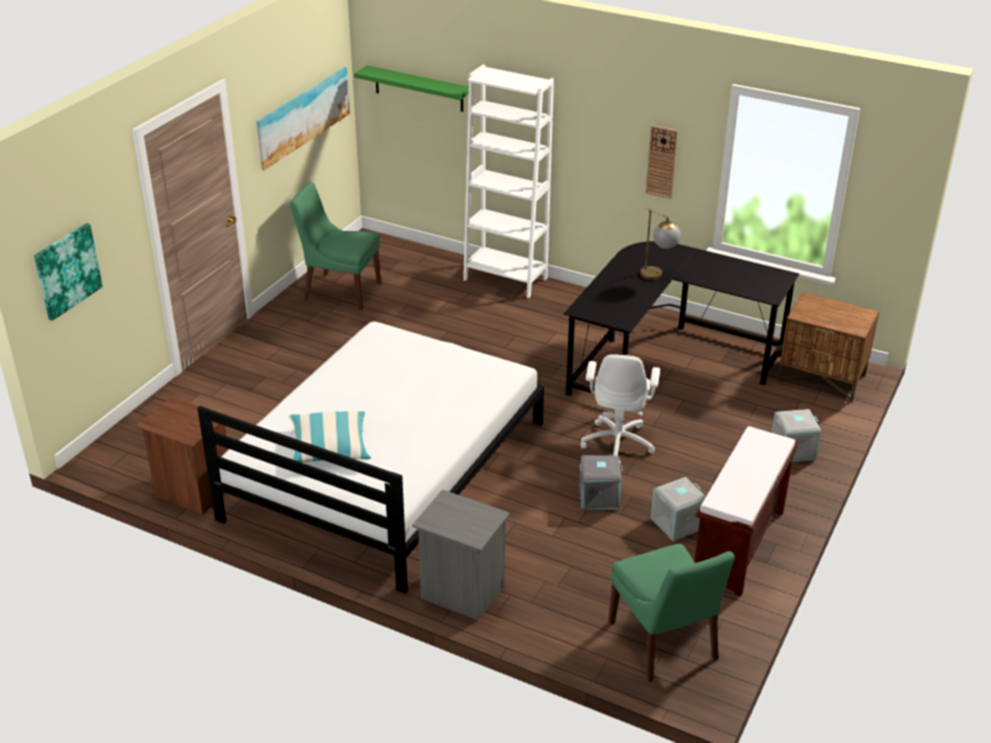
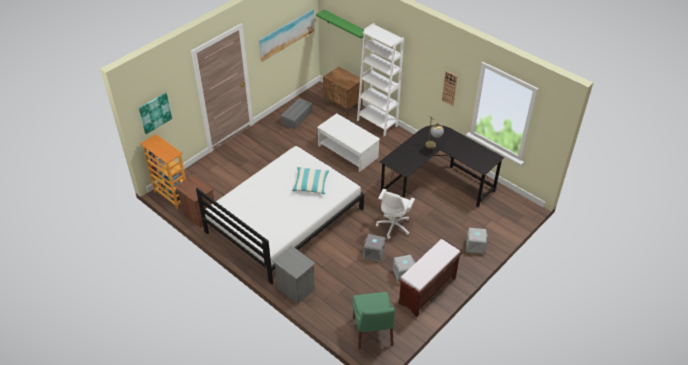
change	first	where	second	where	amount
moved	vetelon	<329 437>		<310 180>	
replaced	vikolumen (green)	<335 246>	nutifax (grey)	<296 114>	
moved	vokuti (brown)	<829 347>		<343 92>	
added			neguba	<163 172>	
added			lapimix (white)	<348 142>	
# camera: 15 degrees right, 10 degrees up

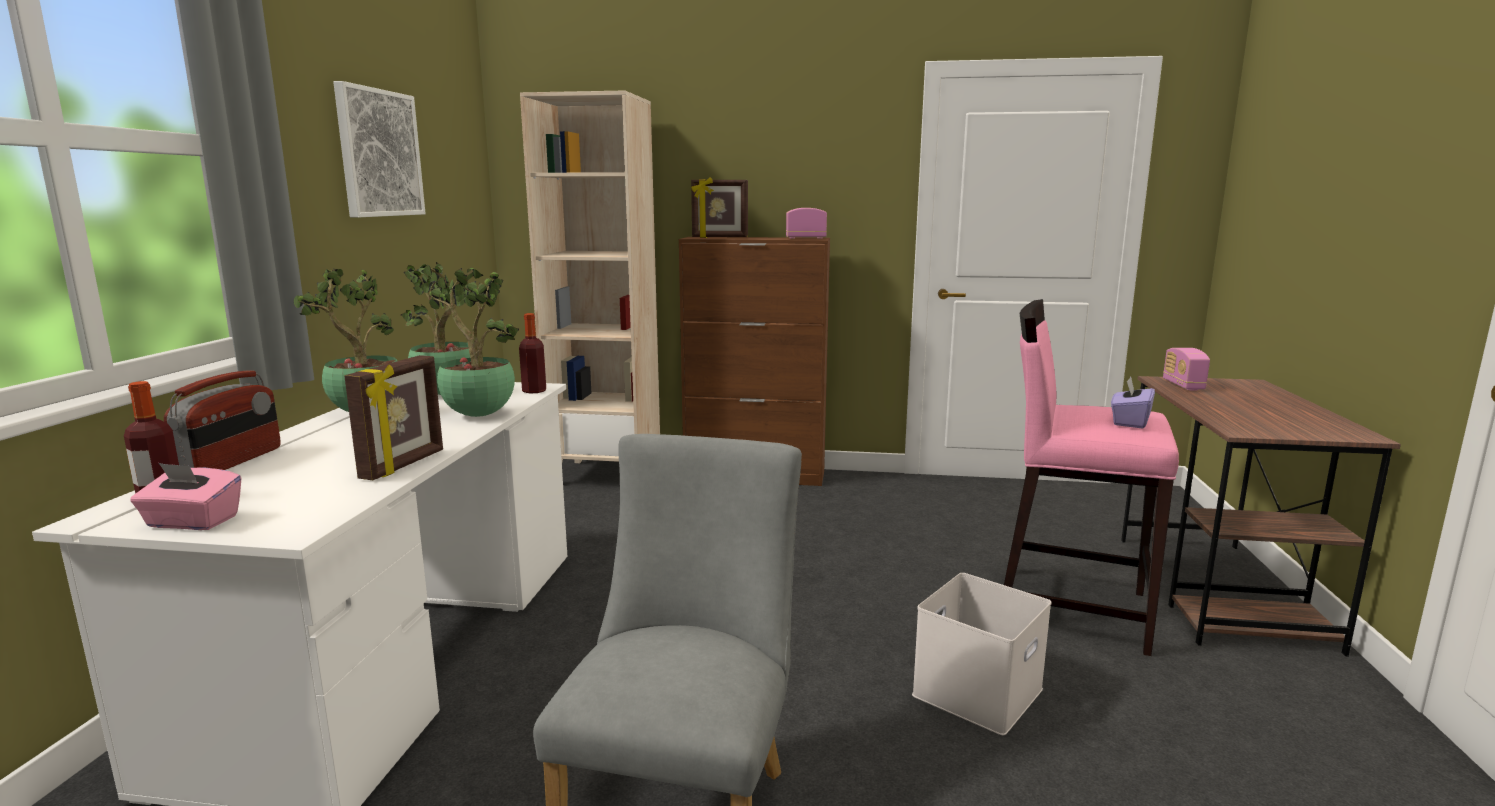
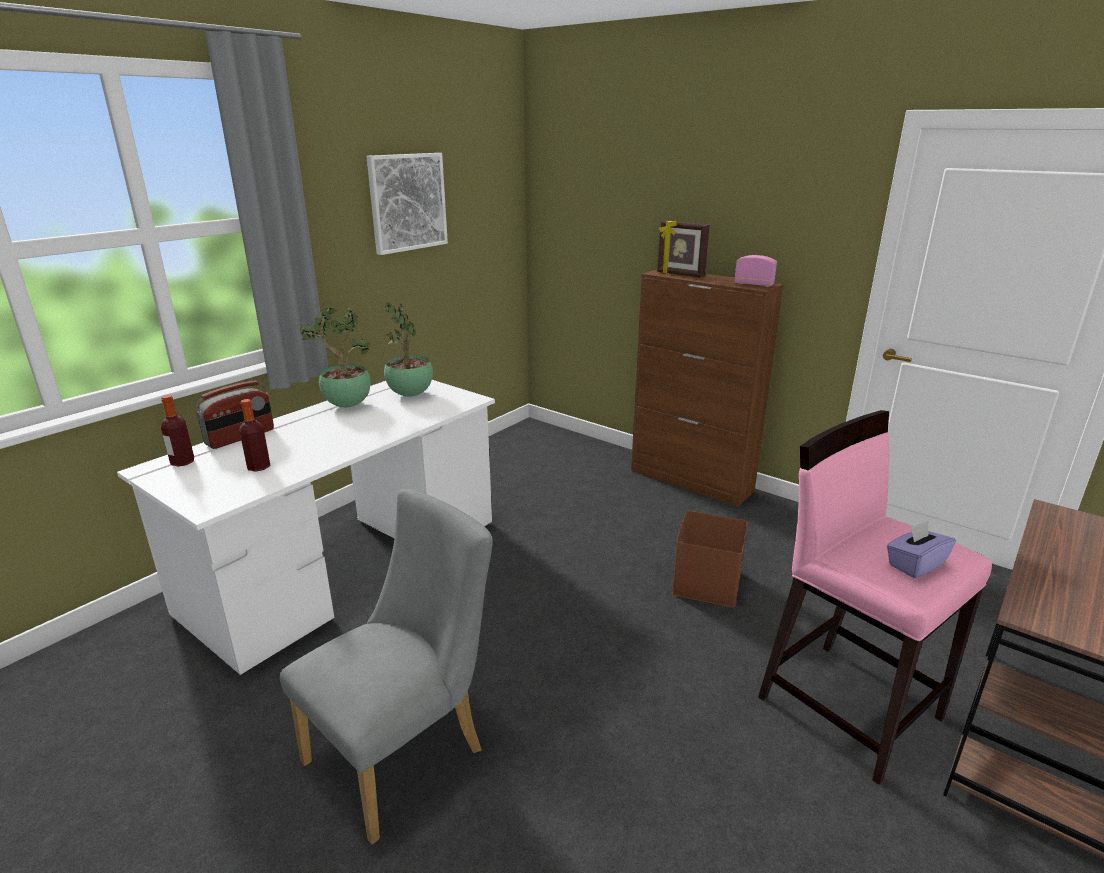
change	first	where	second	where	amount
removed	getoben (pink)	<185 496>			
removed	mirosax	<394 417>			
removed	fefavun	<473 342>			
moved	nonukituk	<532 353>		<254 435>	
removed	neguba (beige)	<590 276>			
removed	nutifax (white)	<982 654>			
removed	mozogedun	<1186 369>			
added			nutifax (brown)	<710 559>	
# camera: 30 degrees right, 10 degrees up

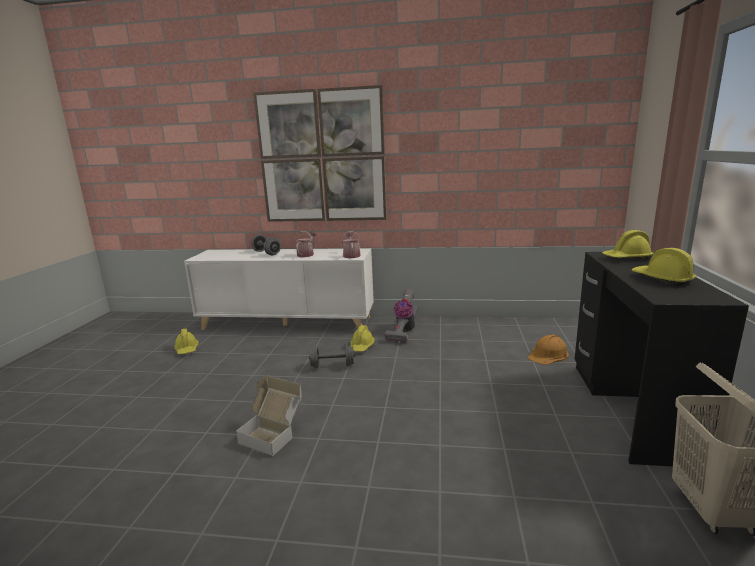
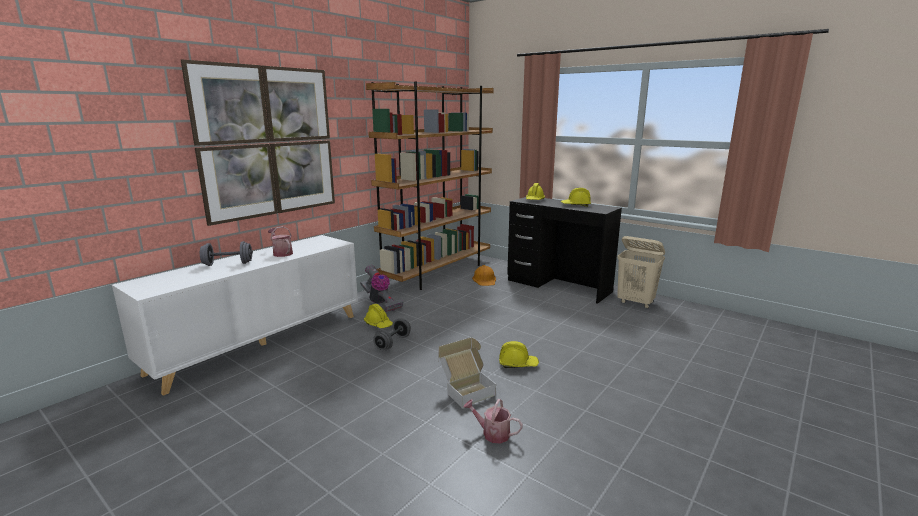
change	first	where	second	where	amount
moved	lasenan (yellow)	<186 341>		<519 354>	
moved	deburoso	<351 244>		<493 421>	
added			neguba (brown)	<430 185>	
# camera: 60 degrees left, 0 degrees up

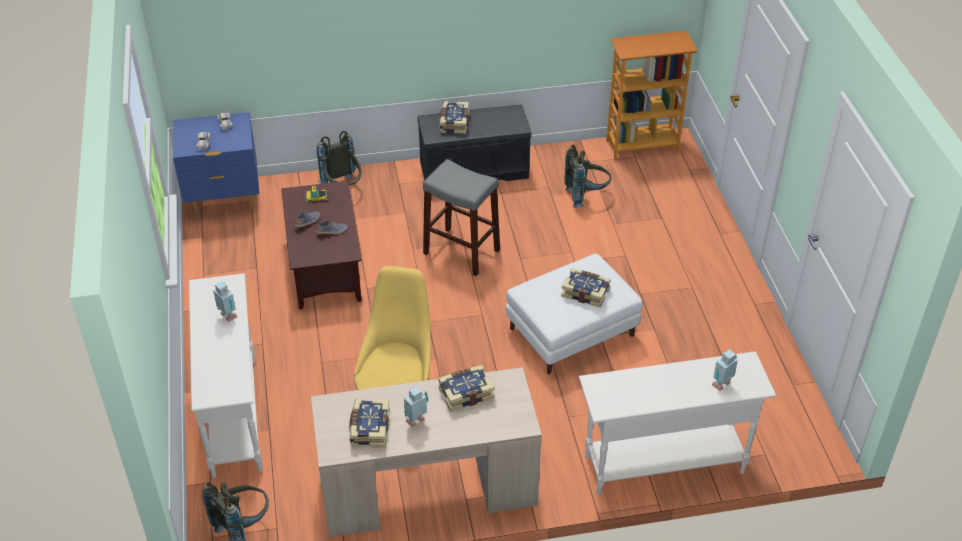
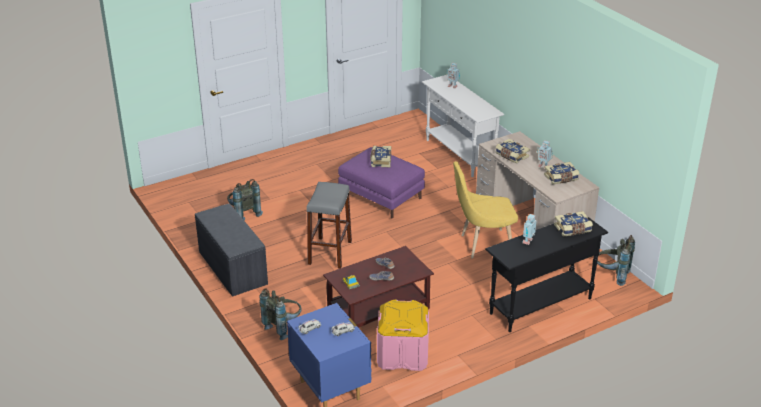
change	first	where	second	where	amount
recoloured	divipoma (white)	<226 375>	divipoma (black)	<546 274>	
moved	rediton	<454 117>		<573 223>	
recoloured	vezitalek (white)	<574 313>	vezitalek (purple)	<381 182>	
removed	neguba	<652 96>			
added			nutifax (pink)	<403 335>	
# camera: 110 degrees left, 10 degrees down

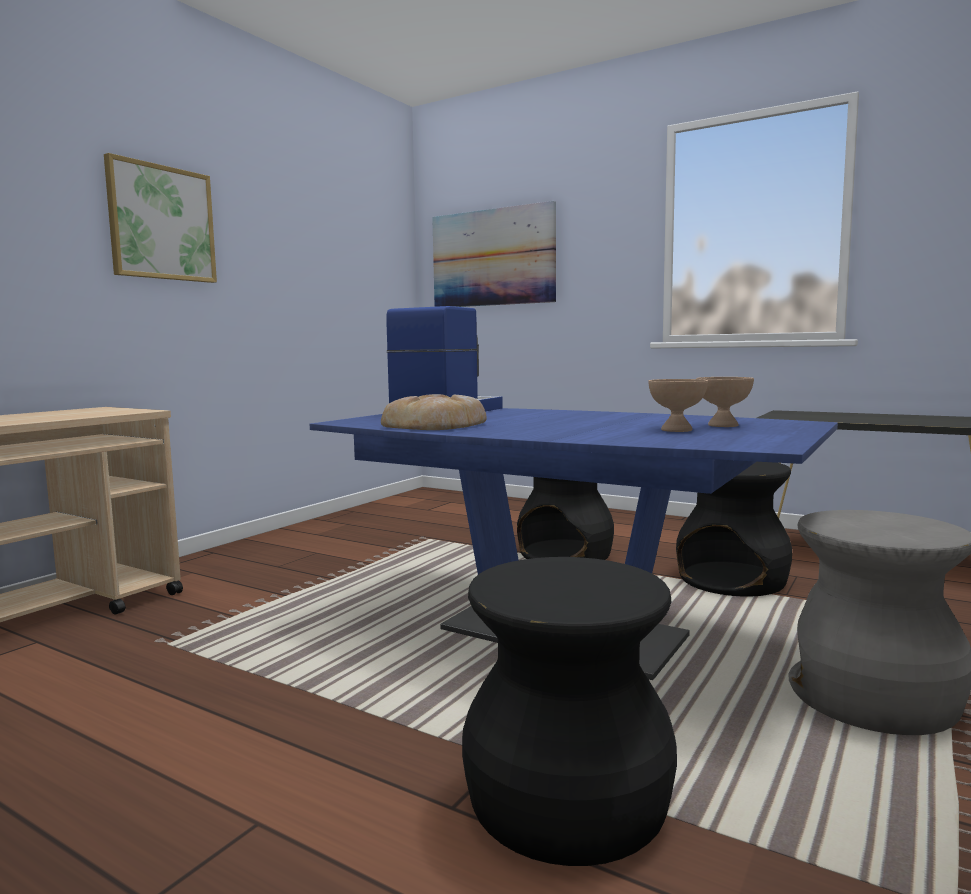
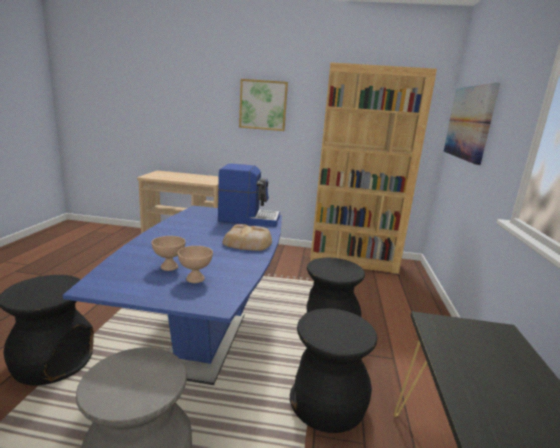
change	first	where	second	where	amount
moved	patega	<434 412>		<247 237>	
added			neguba (brown)	<373 168>	
# camera: 65 degrees right, 10 degrees up

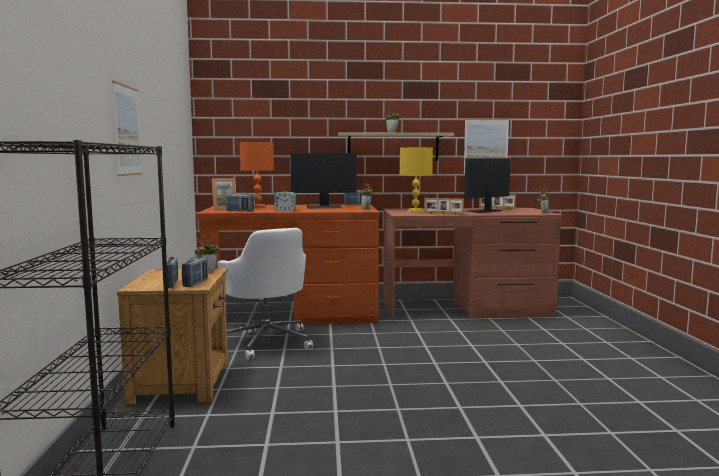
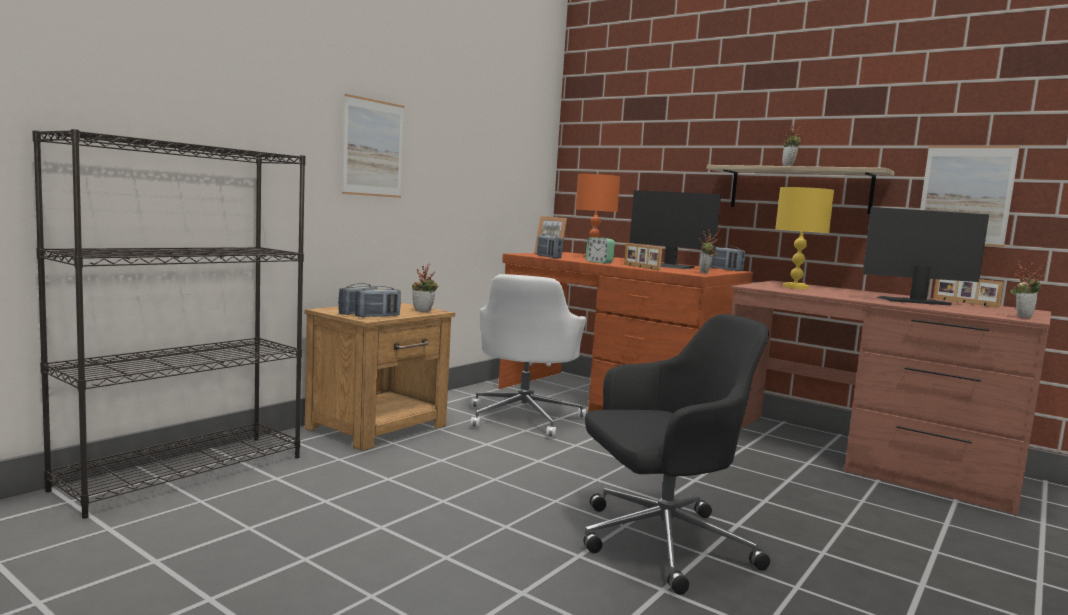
change	first	where	second	where	amount
moved	mirosax	<444 206>		<643 256>	
added			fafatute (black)	<676 454>	
# camera: 40 degrees right, 0 degrees up

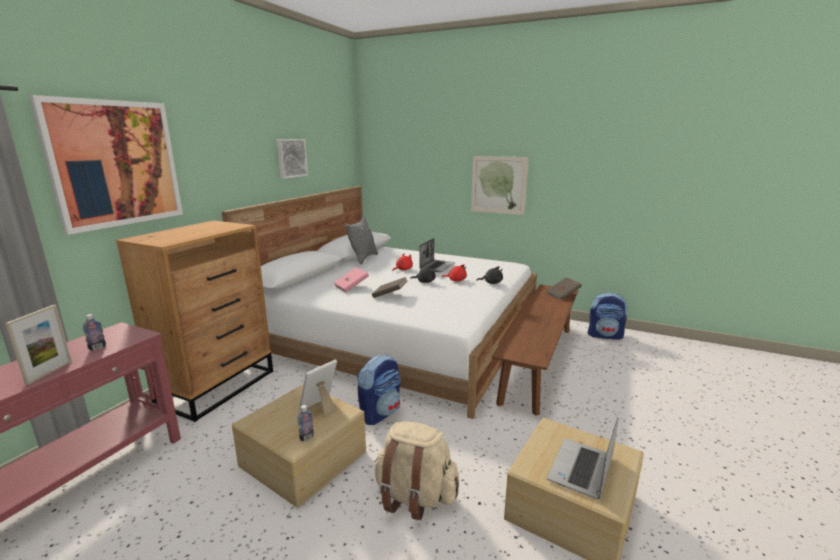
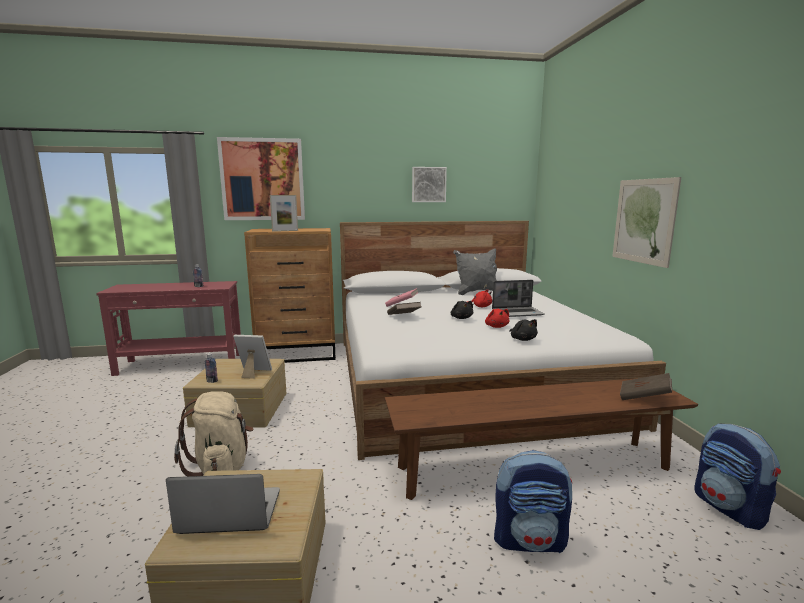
change	first	where	second	where	amount
moved	mirosax	<38 345>		<284 213>	
moved	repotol	<379 390>		<533 501>	
# camera: 55 degrees right, 5 degrees down

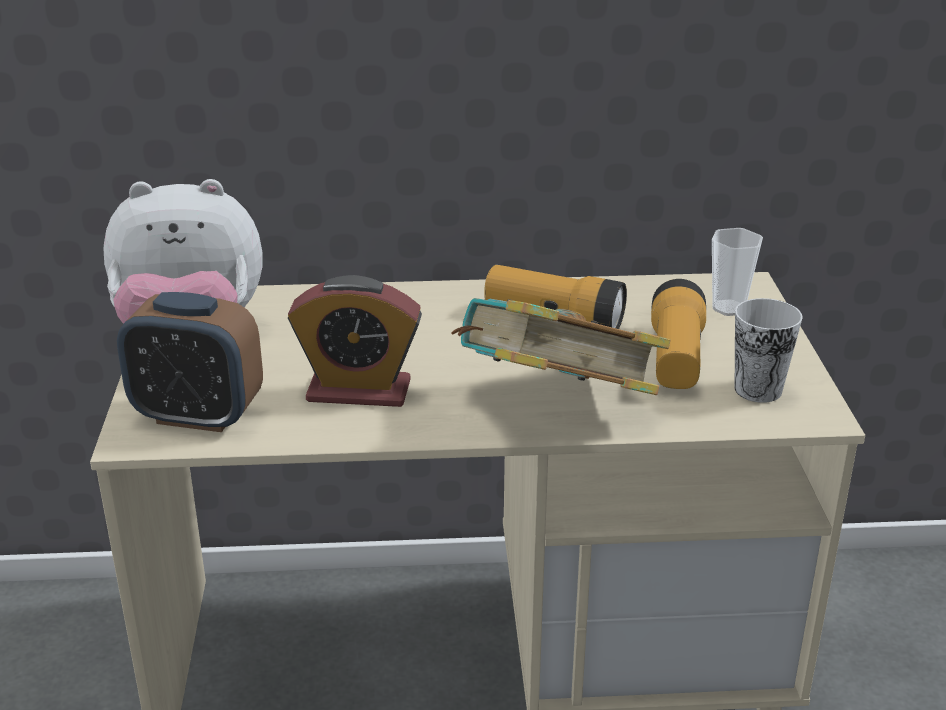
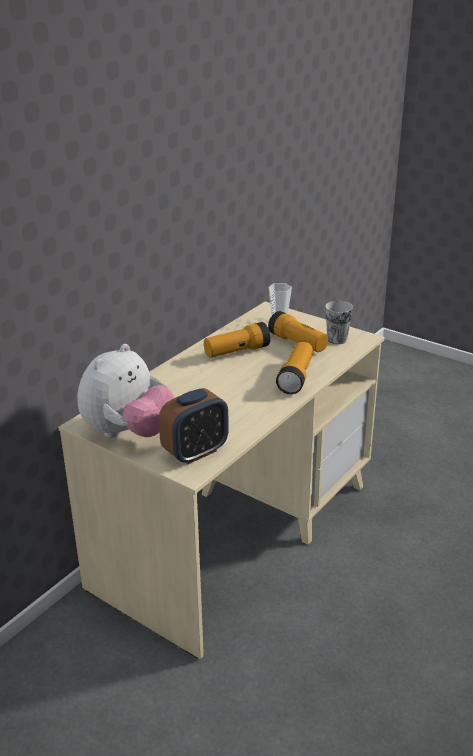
change	first	where	second	where	amount
removed	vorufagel	<355 341>			
replaced	rediton	<561 346>	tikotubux	<294 368>	
# camera: 50 degrees left, 0 degrees up

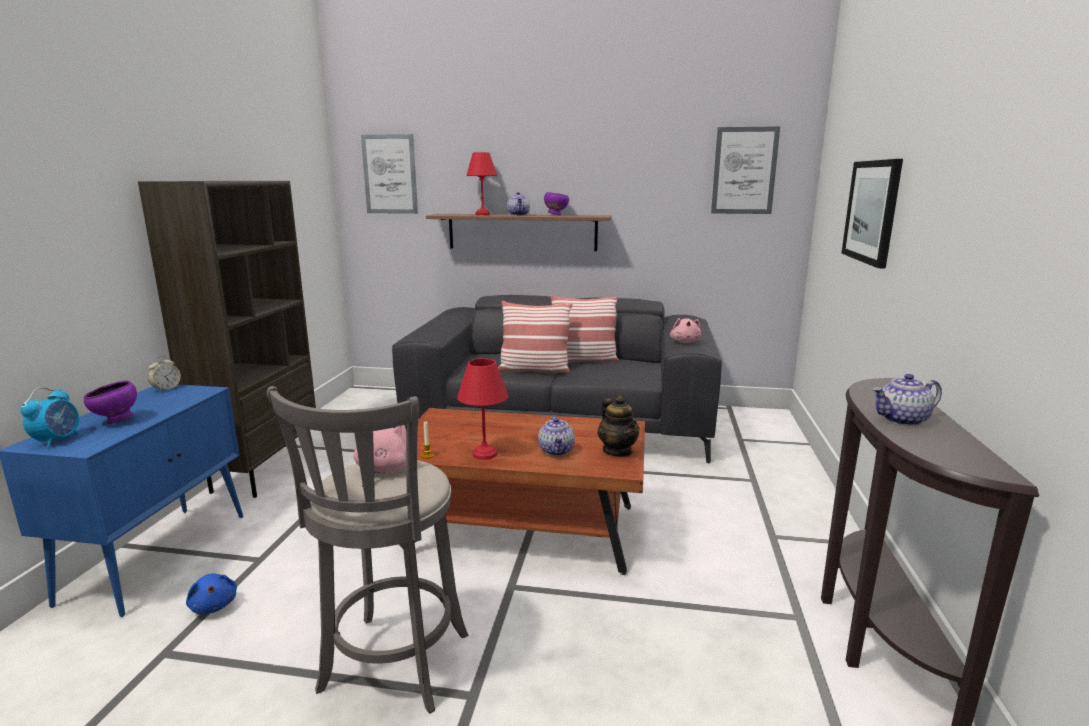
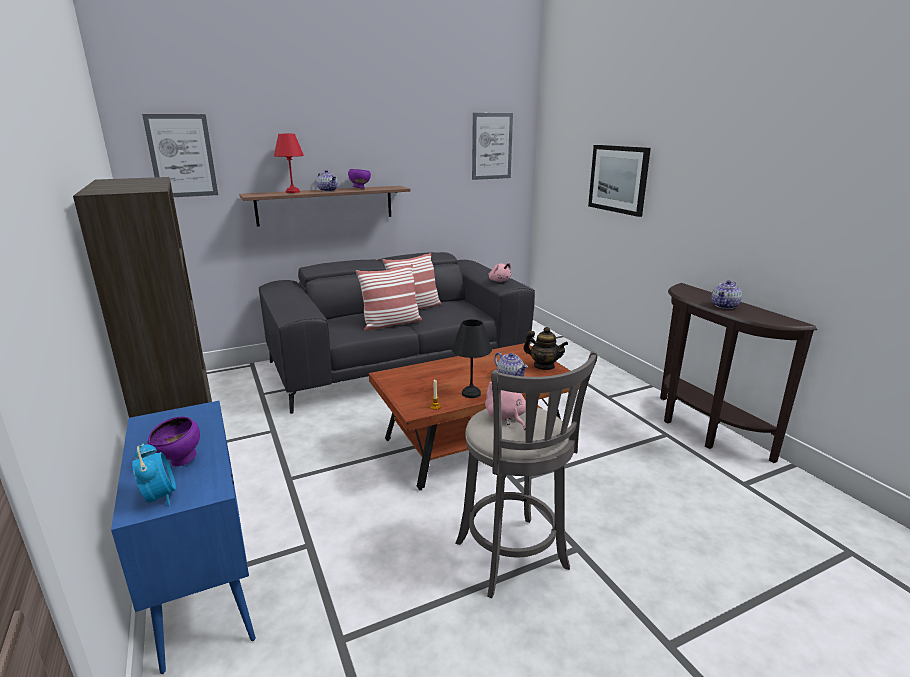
change	first	where	second	where	amount
removed	vorufagel	<164 374>			
removed	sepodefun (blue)	<211 594>			
recoloured	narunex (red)	<482 409>	narunex (black)	<472 358>	
# camera: 35 degrees left, 5 degrees up

